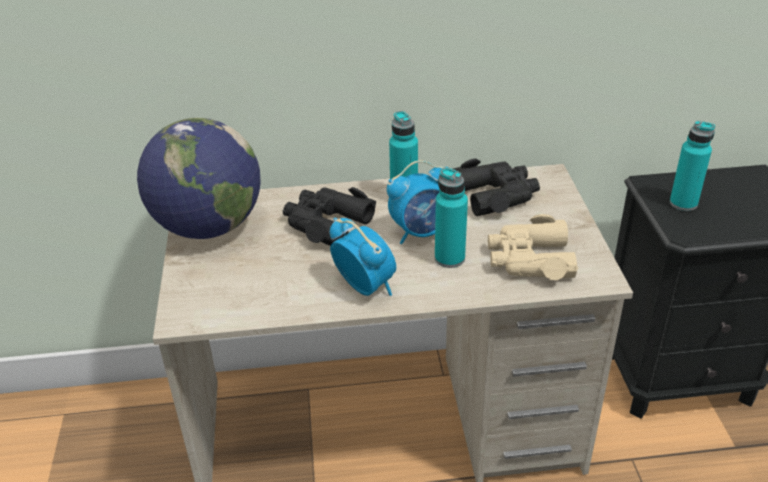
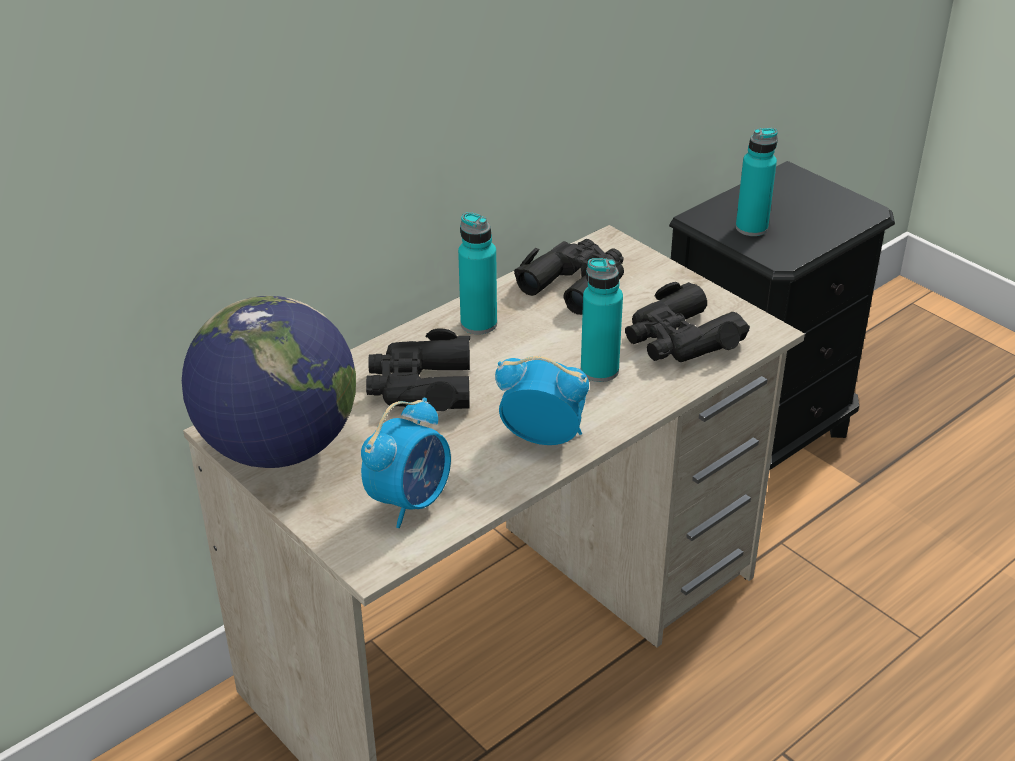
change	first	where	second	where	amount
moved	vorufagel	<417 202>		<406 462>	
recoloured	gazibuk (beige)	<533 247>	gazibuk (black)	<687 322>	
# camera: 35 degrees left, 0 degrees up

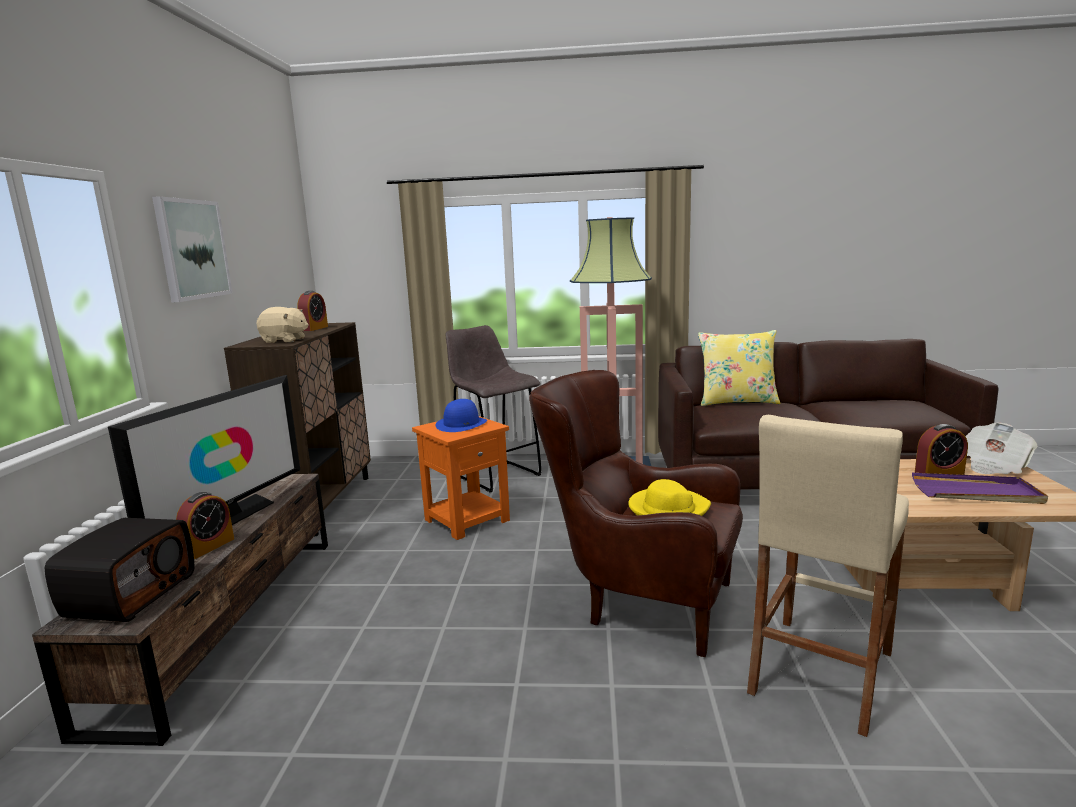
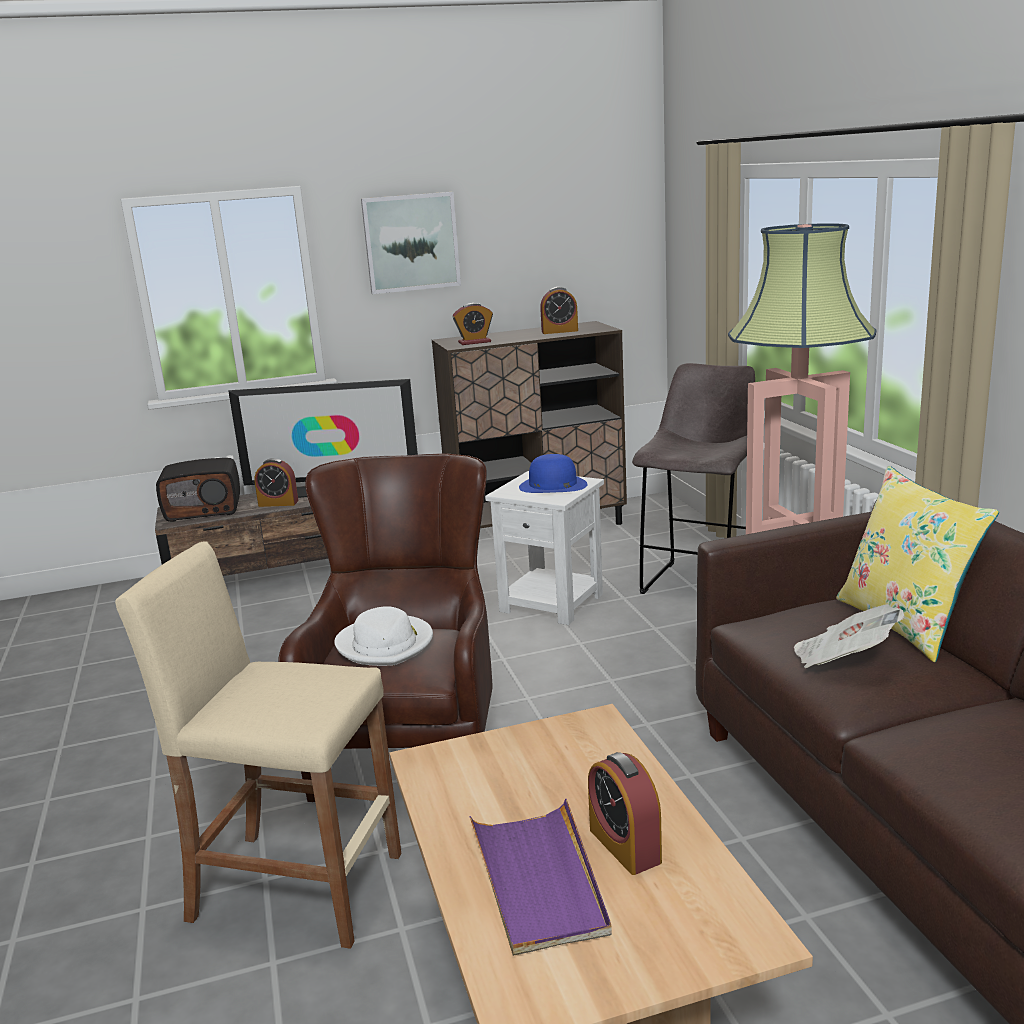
change	first	where	second	where	amount
replaced	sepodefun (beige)	<283 325>	vorufagel	<473 324>	
recoloured	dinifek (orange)	<461 478>	dinifek (white)	<544 548>	
recoloured	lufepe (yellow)	<669 497>	lufepe (white)	<383 636>	
moved	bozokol	<1002 448>		<849 636>	
# camera: 70 degrees right, 5 degrees up

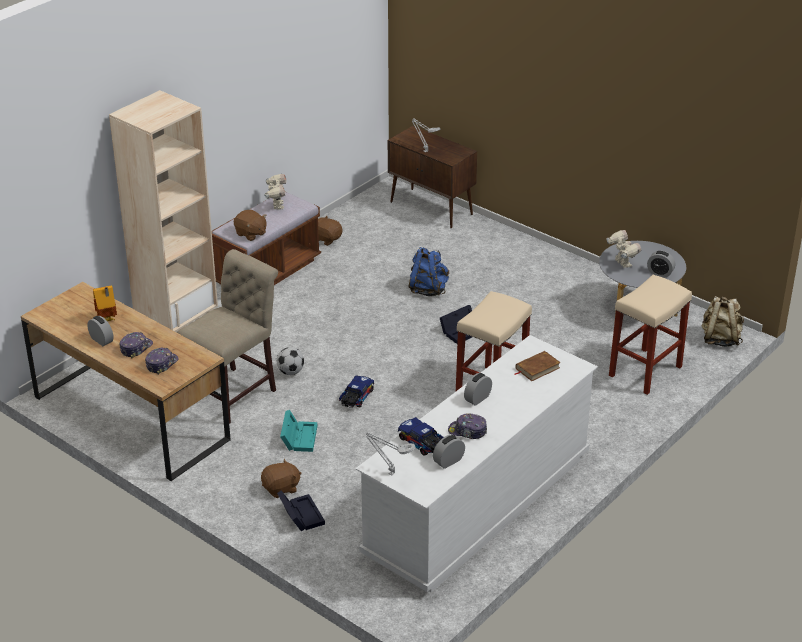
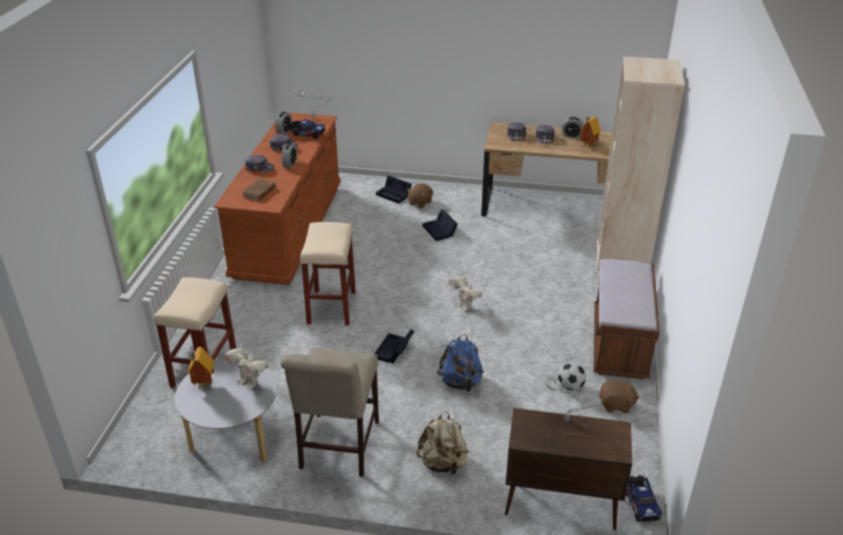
change	first	where	second	where	amount
moved	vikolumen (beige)	<227 336>		<330 412>	
removed	sepodefun (brown)	<250 225>			
moved	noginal	<275 192>		<465 294>	
moved	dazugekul	<290 361>		<572 376>	
recoloured	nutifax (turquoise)	<298 431>	nutifax (black)	<440 225>	
moved	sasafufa	<356 391>		<644 498>	
recoloured	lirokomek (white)	<477 463>	lirokomek (brown)	<277 198>	
replaced	vorufagel	<661 264>	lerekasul	<201 369>	
moved	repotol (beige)	<723 321>		<442 443>	
added			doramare	<259 163>	
# camera: 150 degrees right, 0 degrees up

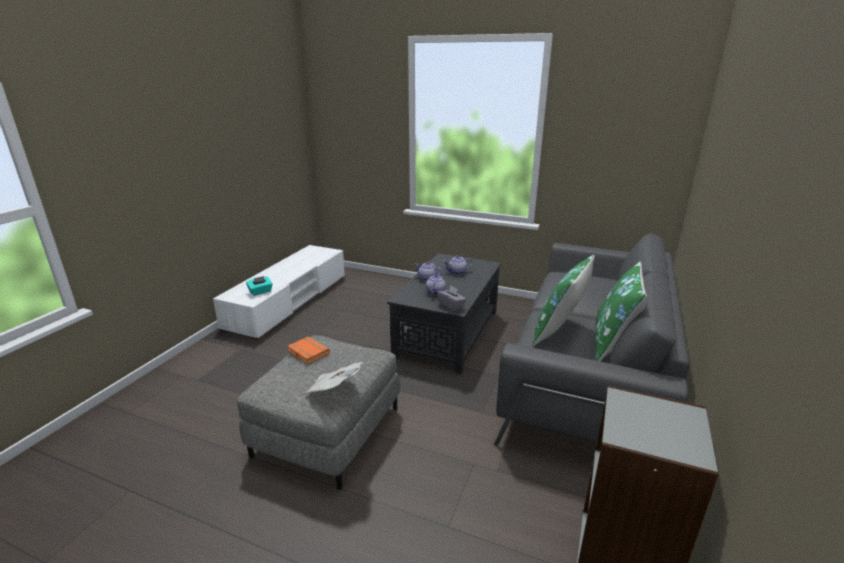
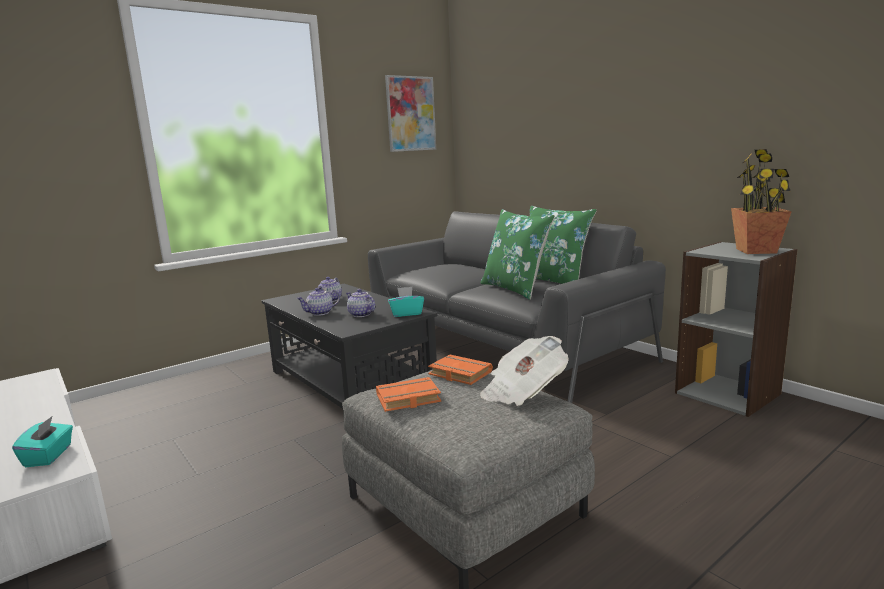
change	first	where	second	where	amount
recoloured	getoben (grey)	<451 298>	getoben (turquoise)	<406 302>	
added			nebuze	<410 113>	
added			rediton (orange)	<460 370>	
added			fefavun	<761 201>	
# camera: 60 degrees left, 10 degrees down

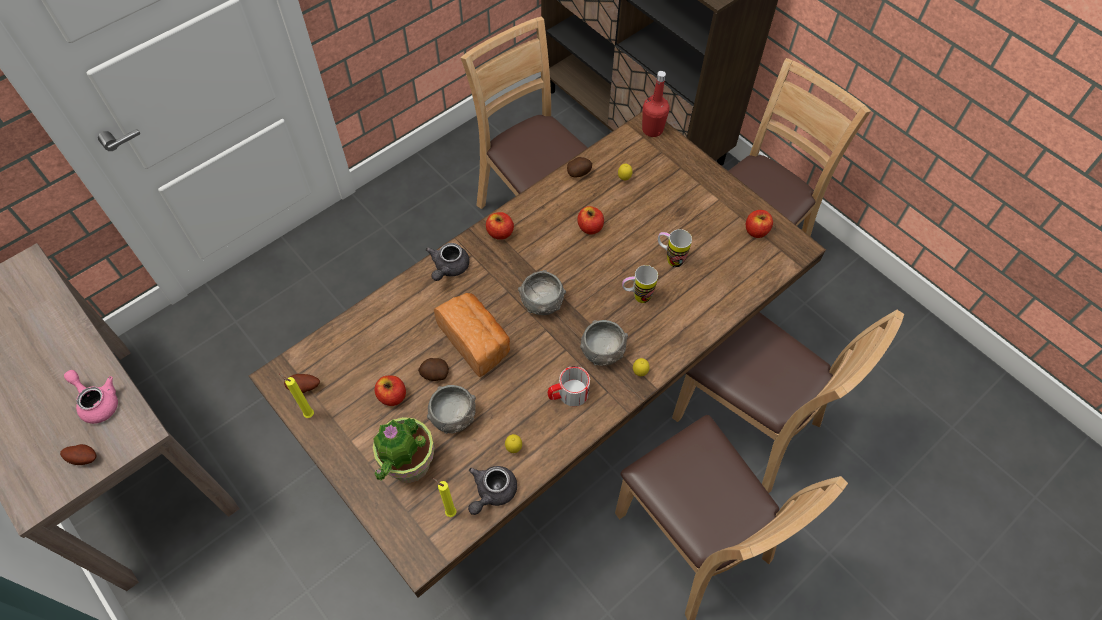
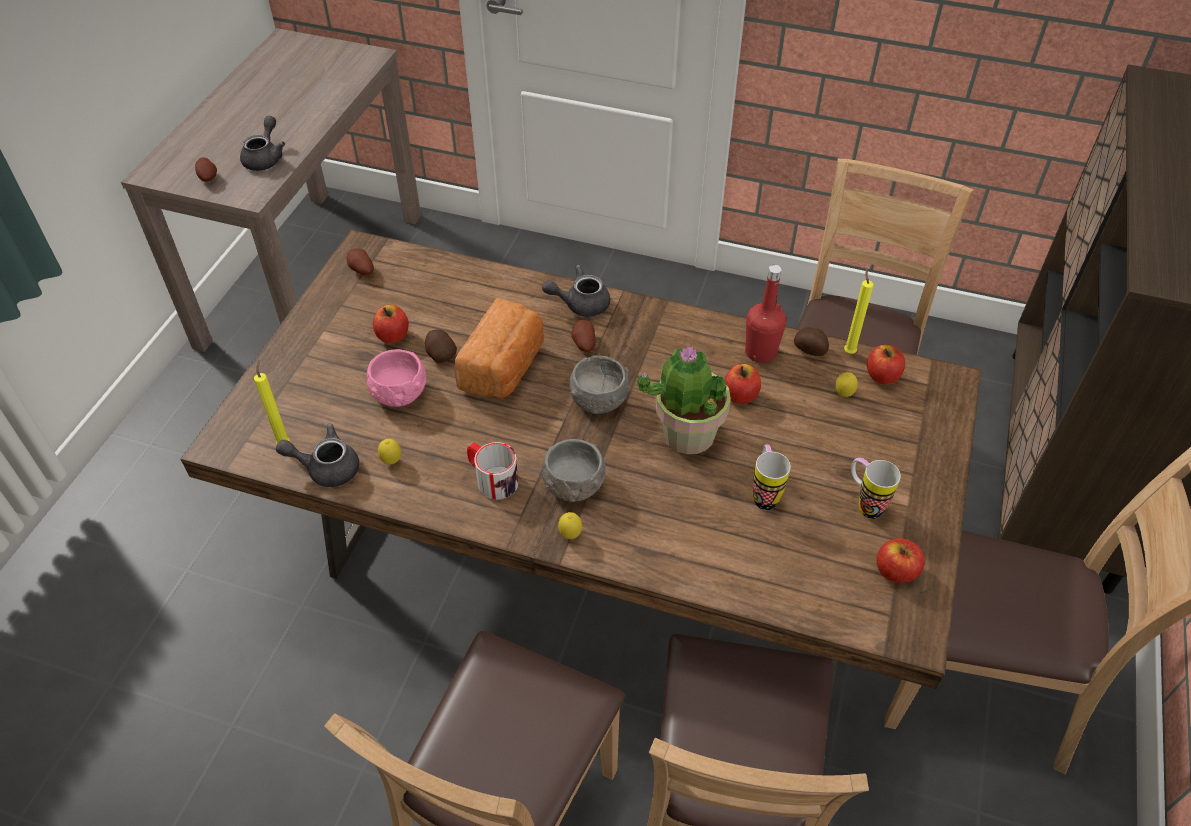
change	first	where	second	where	amount
recoloured	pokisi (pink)	<91 397>	pokisi (grey)	<262 143>	
moved	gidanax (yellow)	<296 396>		<858 311>	
moved	fefavun	<404 450>		<684 400>	
recoloured	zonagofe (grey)	<451 409>	zonagofe (pink)	<396 378>	
moved	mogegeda	<500 226>		<886 364>	
moved	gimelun	<640 284>		<876 488>	
moved	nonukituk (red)	<656 104>		<765 314>	
added			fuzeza	<583 335>	
# camera: 60 degrees right, 10 degrees down

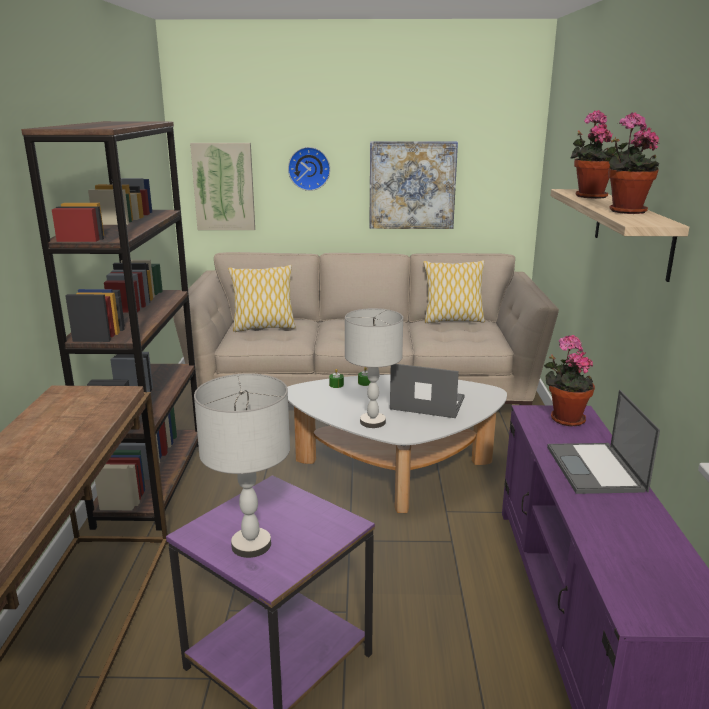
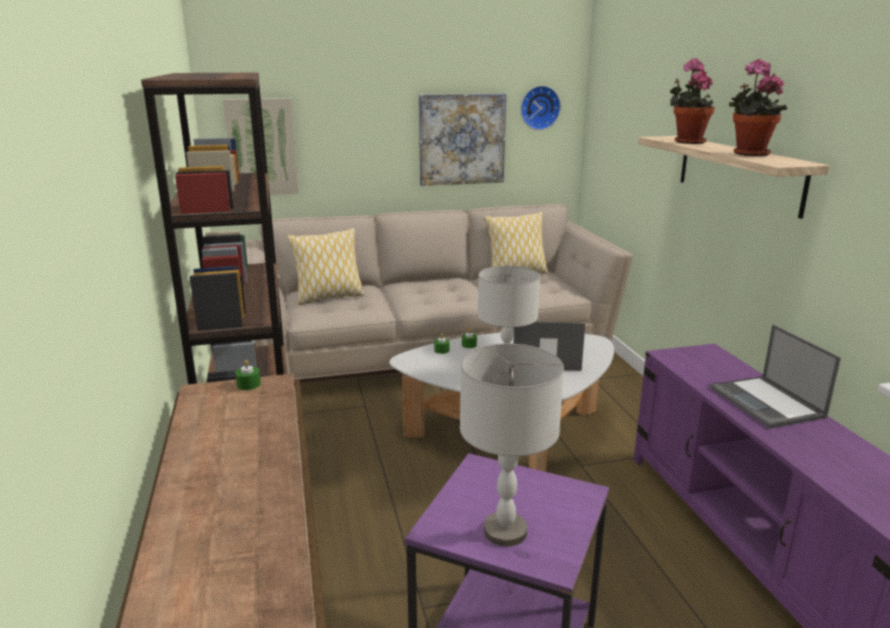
change	first	where	second	where	amount
moved	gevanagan	<309 169>		<541 108>	
removed	fefavun	<569 381>			
added			gidanax (green)	<248 375>	
# camera: 15 degrees left, 0 degrees up

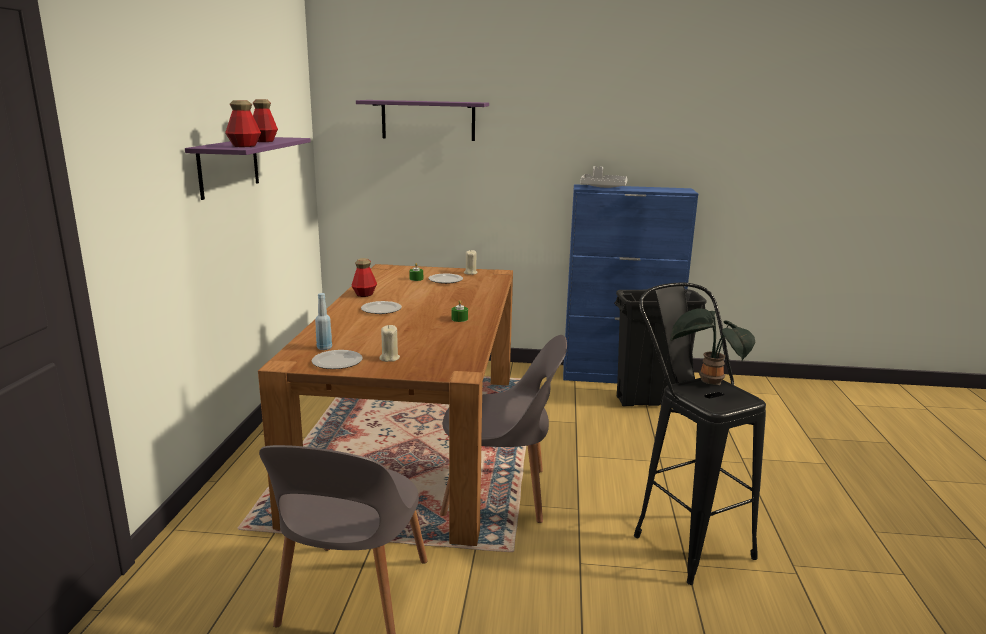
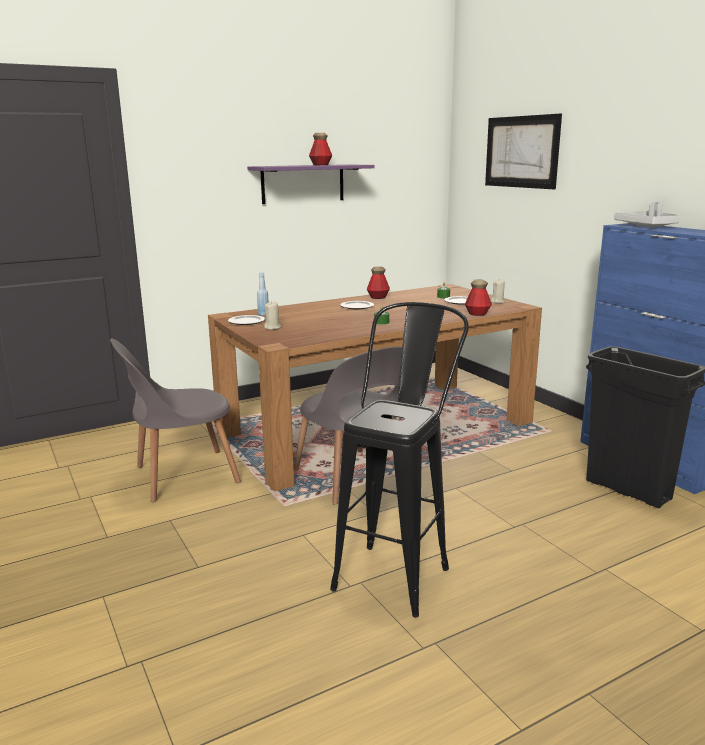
change	first	where	second	where	amount
moved	nonukituk	<243 123>		<478 298>	
replaced	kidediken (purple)	<422 120>	nebuze	<523 151>	
removed	fefavun	<712 346>			
# camera: 55 degrees right, 0 degrees up

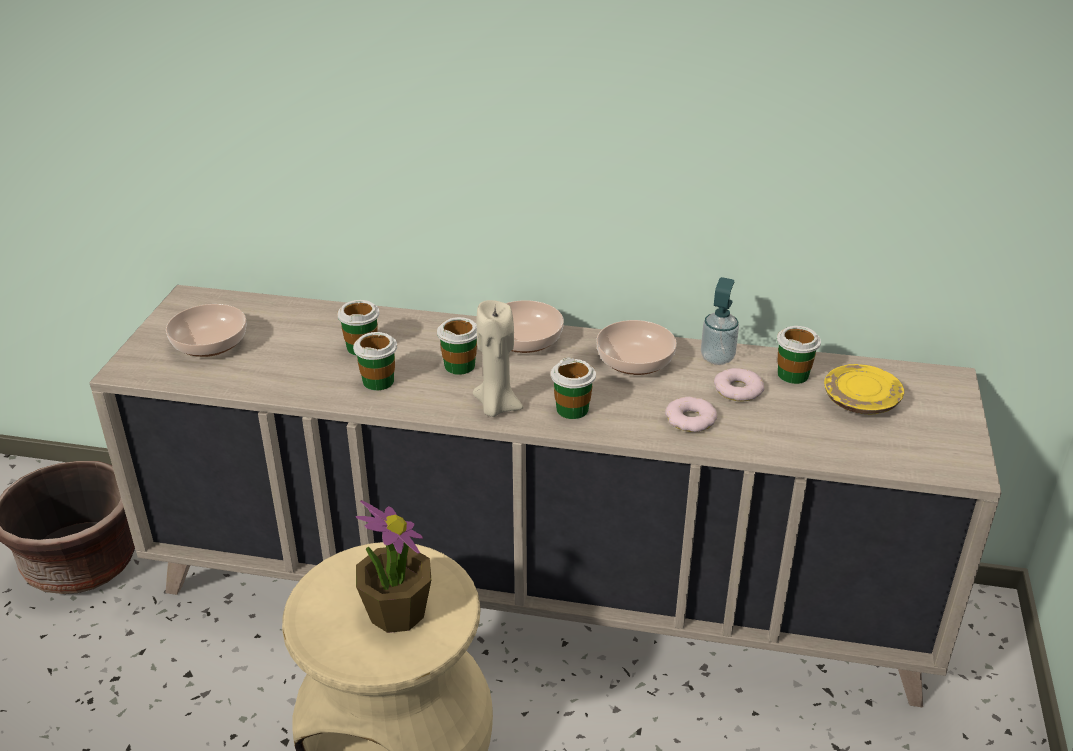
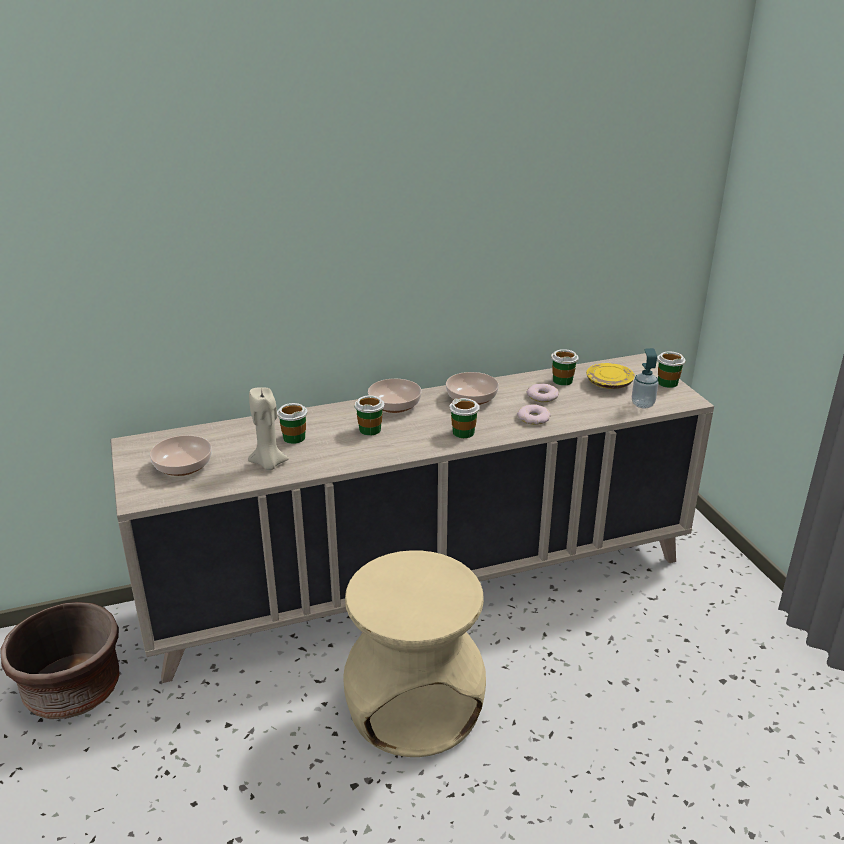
change	first	where	second	where	amount
moved	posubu	<375 361>		<671 370>	
removed	fefavun	<393 566>			
moved	gidanax (beige)	<498 358>		<268 428>	
moved	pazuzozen	<720 321>		<645 378>	
# camera: 30 degrees left, 5 degrees down

